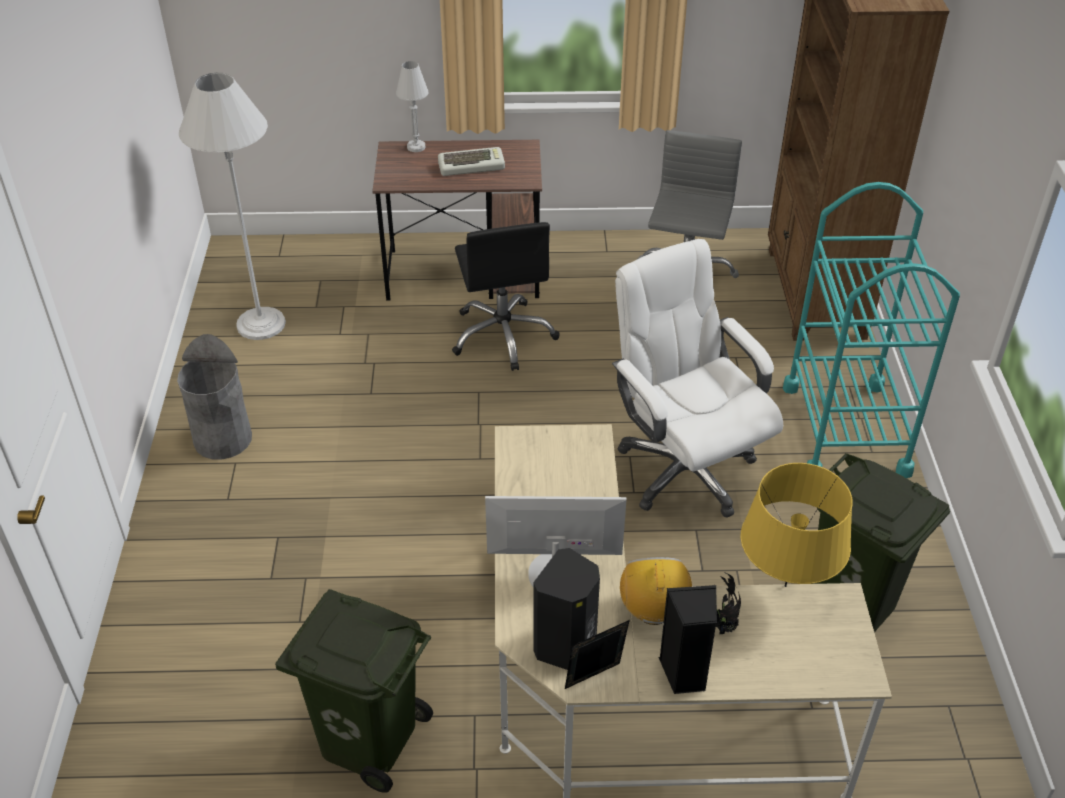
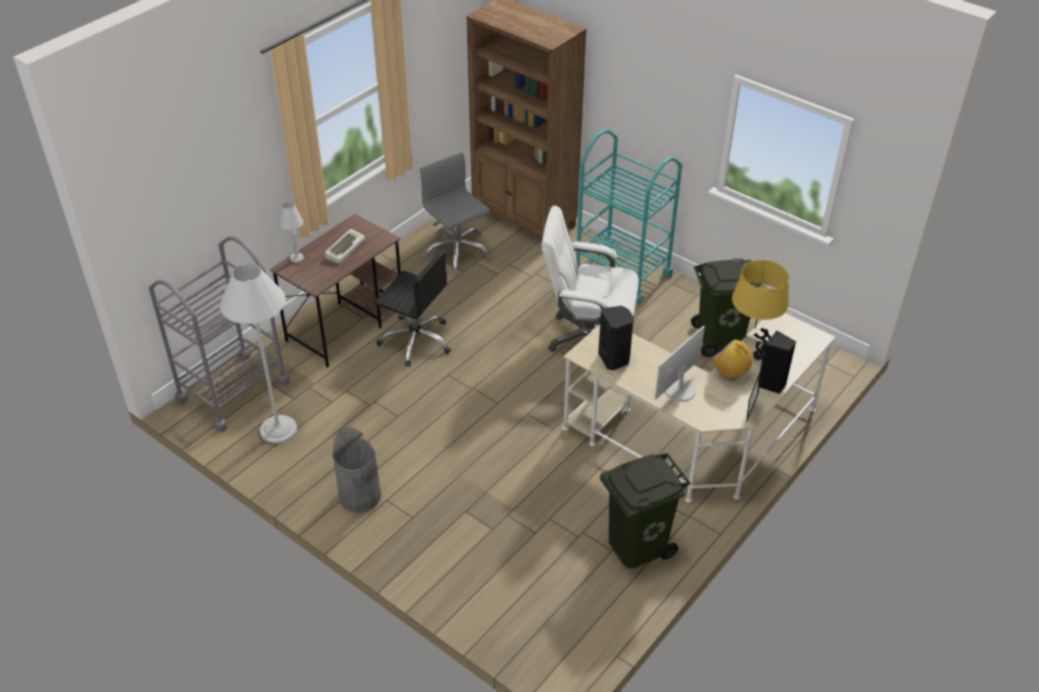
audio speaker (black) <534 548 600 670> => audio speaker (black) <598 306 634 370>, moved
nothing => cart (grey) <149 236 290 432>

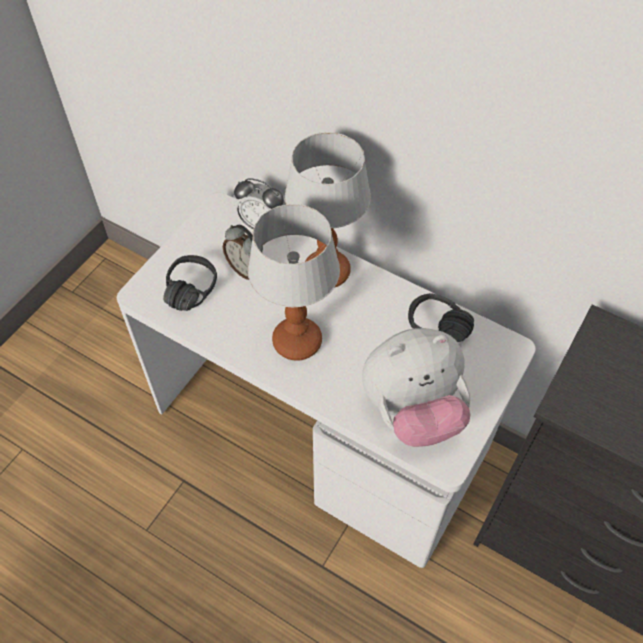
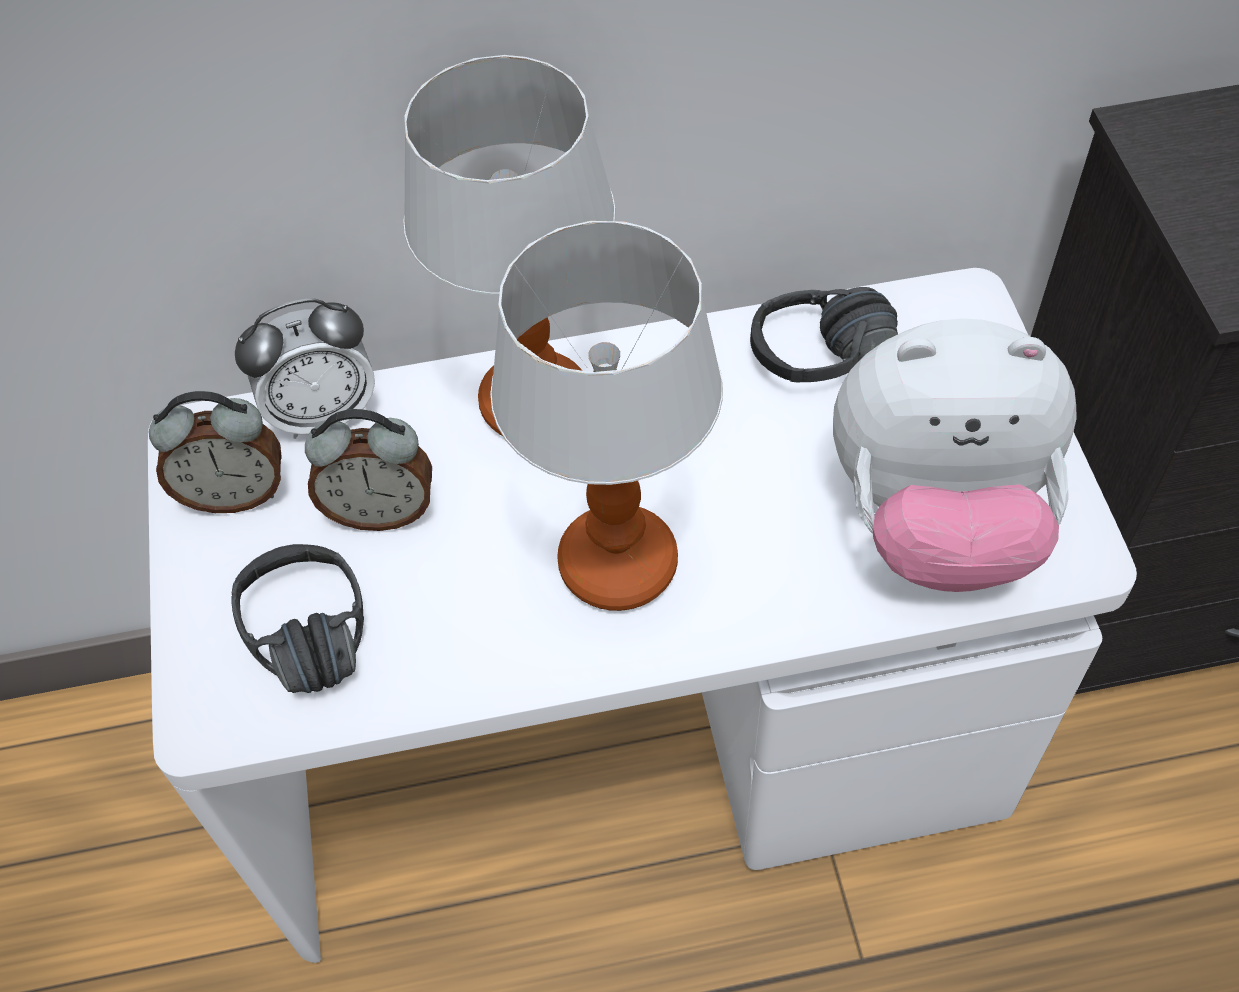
plush toy <362 328 470 447> => plush toy <833 318 1077 592>, 60 degrees clockwise
nothing => table clock <149 391 282 513>

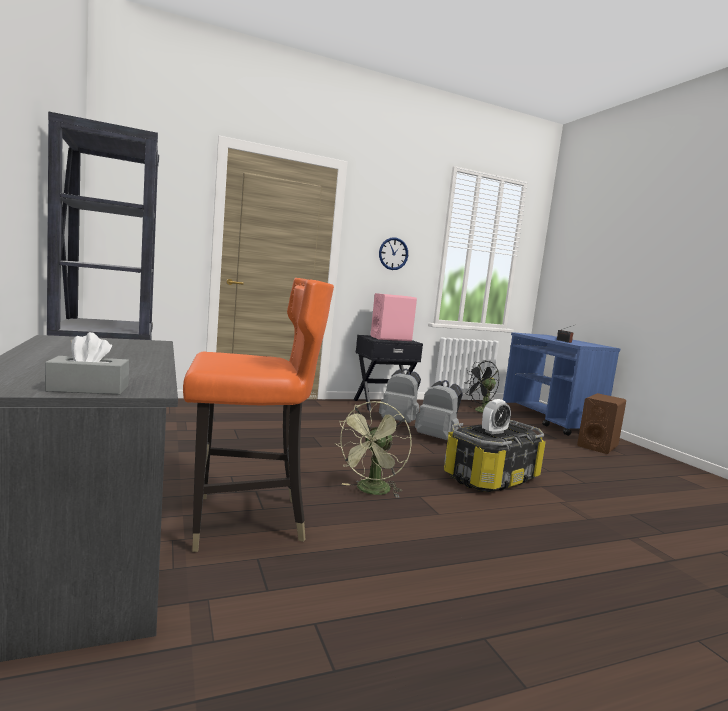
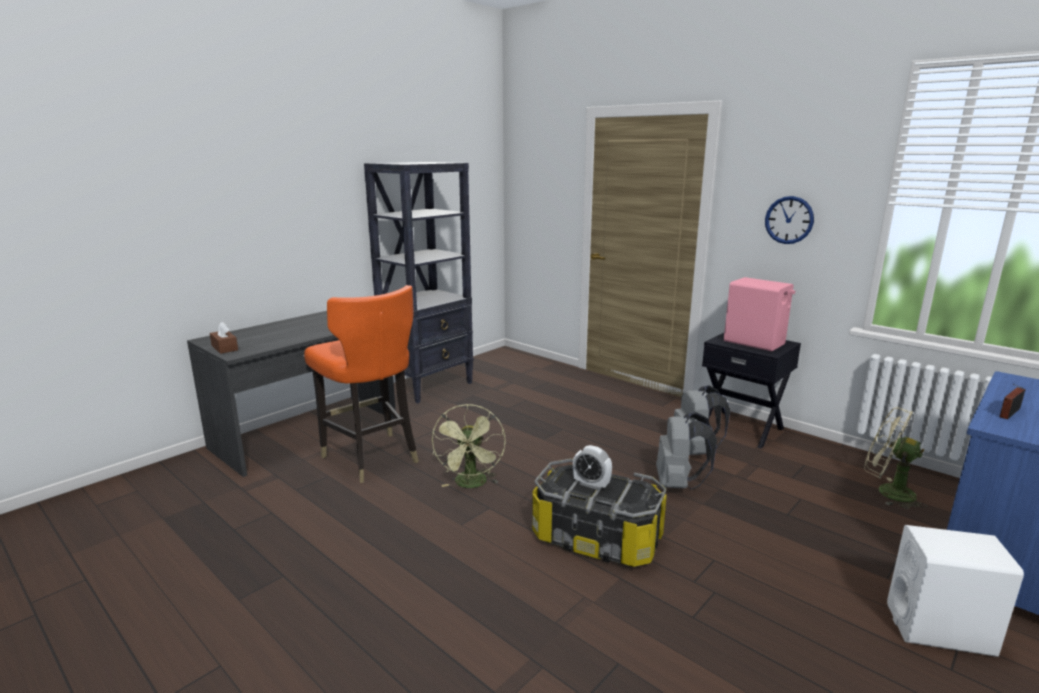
box of tissues (grey) <45 332 129 395> => box of tissues (brown-coloured) <210 322 238 354>
electric fan (black) <464 360 499 413> => electric fan (beige-coloured) <864 407 927 509>
audio speaker (brown-coloured) <577 393 626 454> => audio speaker (whitish) <887 525 1024 657>
electric fan (green) <335 401 412 497> => electric fan (green) <432 404 506 488>, 90 degrees counterclockwise

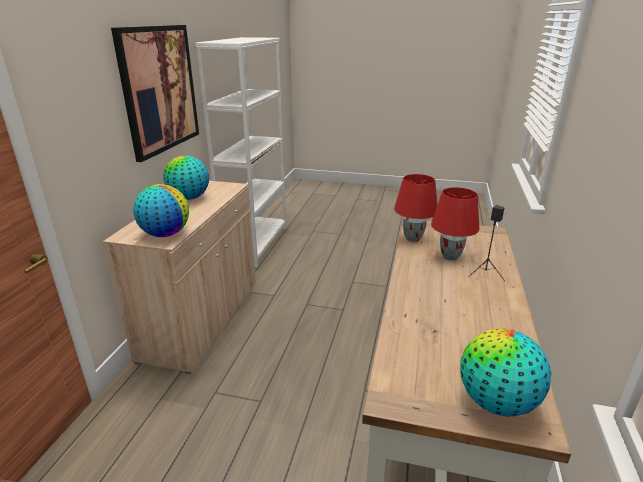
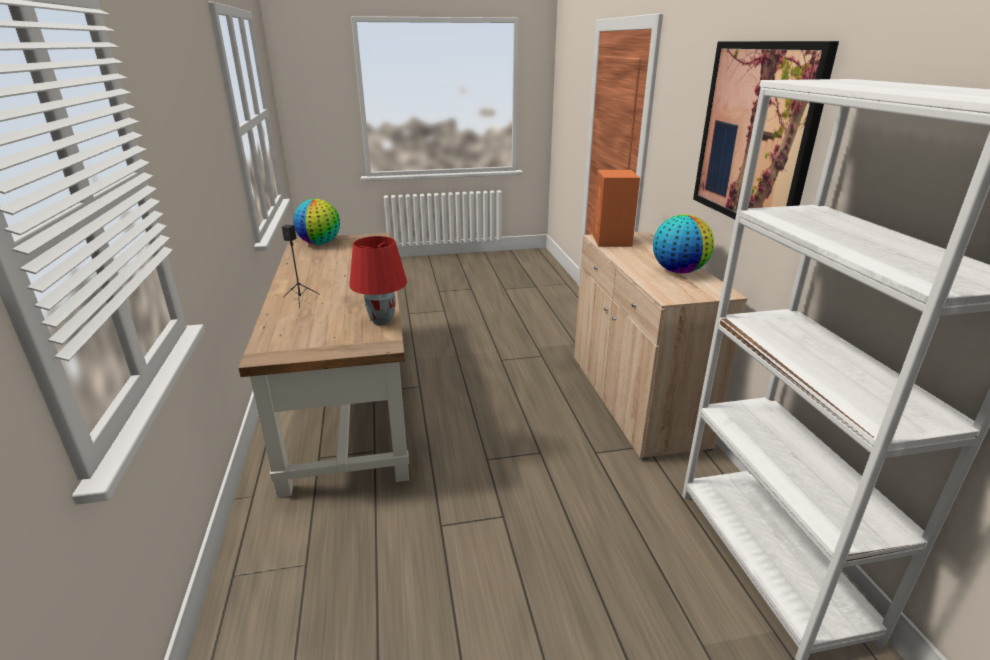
desk globe <133 184 189 237> => audio speaker (orange) <592 170 640 247>
lamp for a table (reddish) <431 187 480 260> => nothing

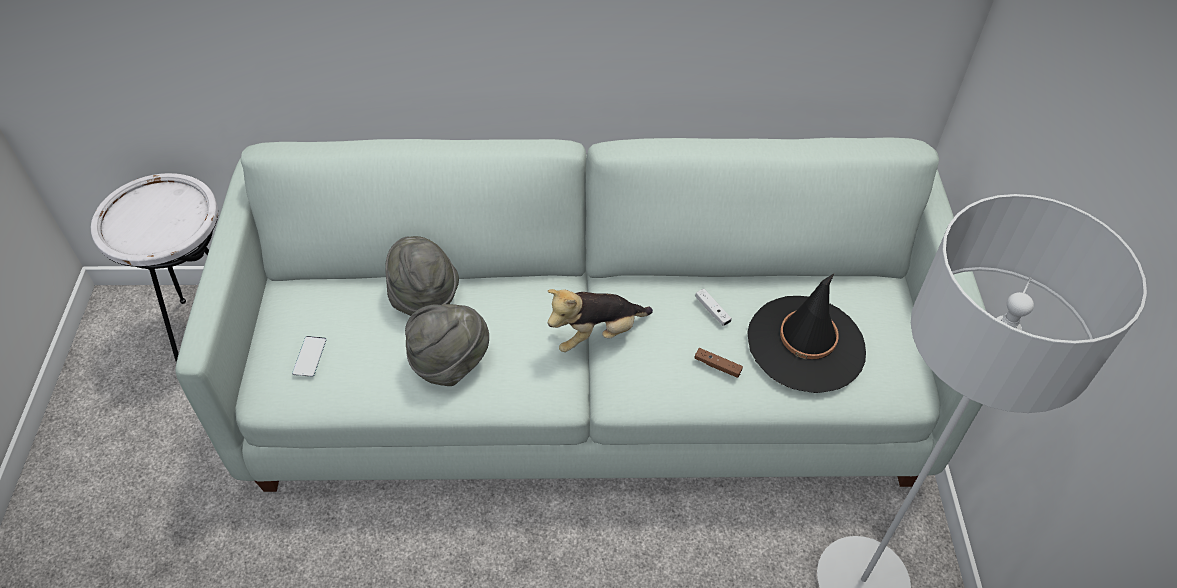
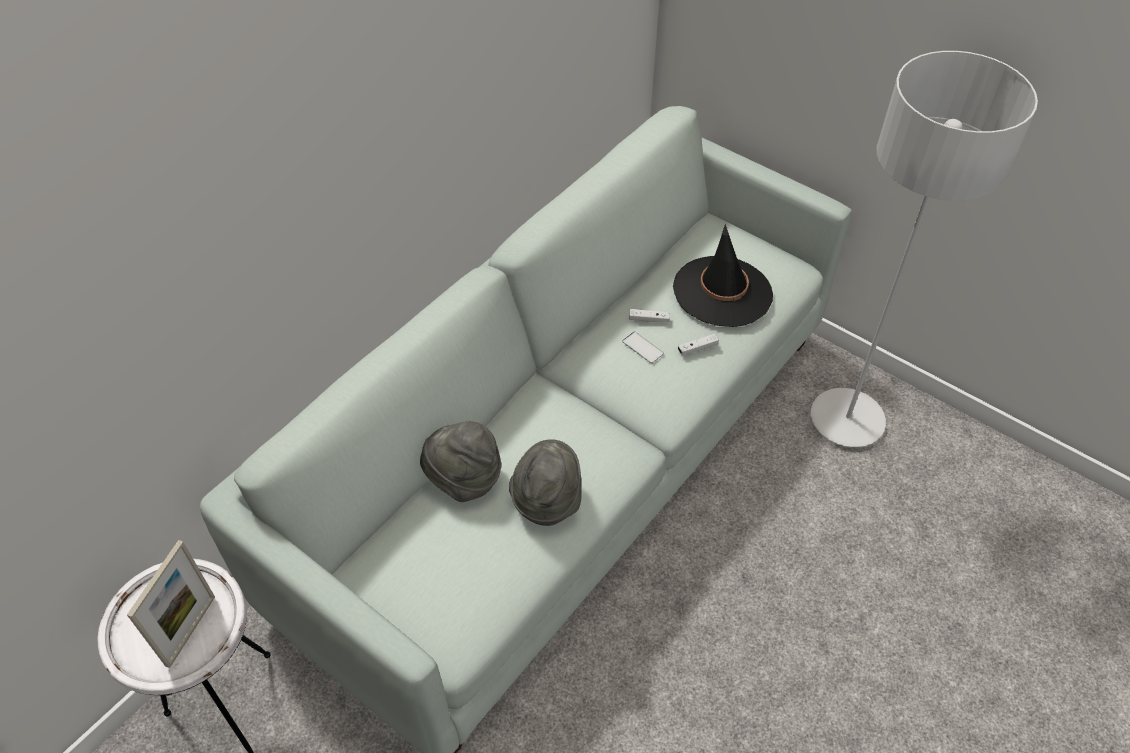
plush toy <548 289 653 352> => nothing
phone <292 336 327 377> => phone <622 331 664 363>, moved
joypad (brown-coloured) <694 348 743 378> => joypad (whitish) <678 334 719 355>
nothing => photo frame <127 540 215 668>

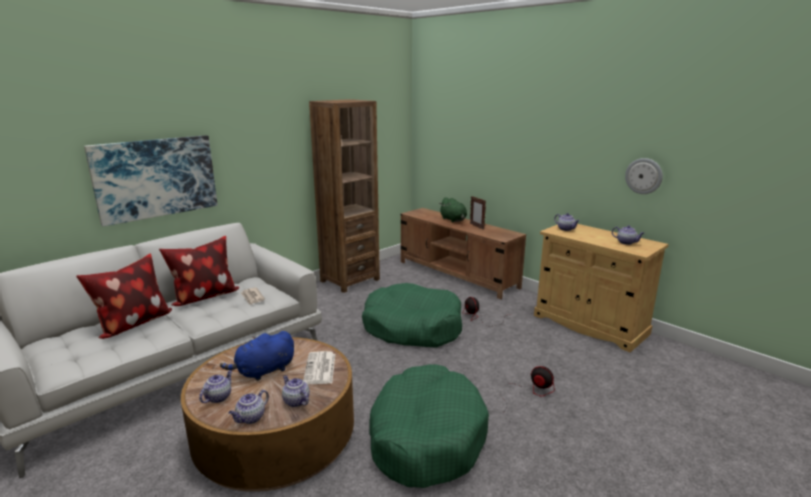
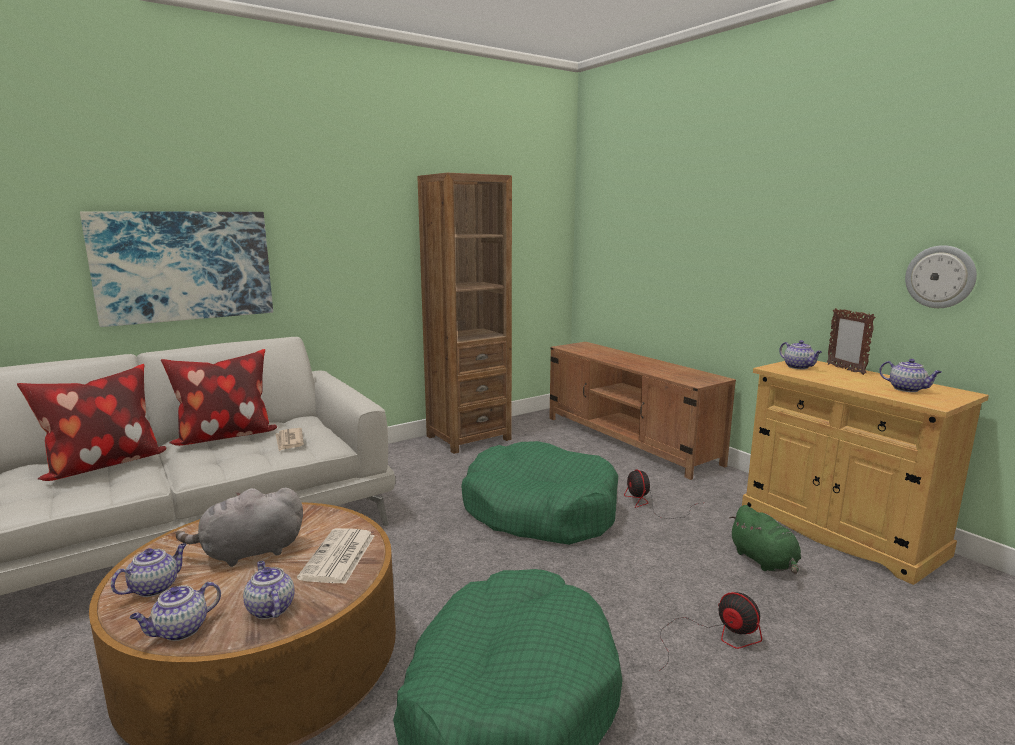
photo frame <470 196 486 230> => photo frame <827 308 875 375>, moved
plush toy (green) <439 197 467 222> => plush toy (green) <729 505 801 574>, moved
plush toy (blue) <220 331 294 381> => plush toy (grey) <176 488 303 567>

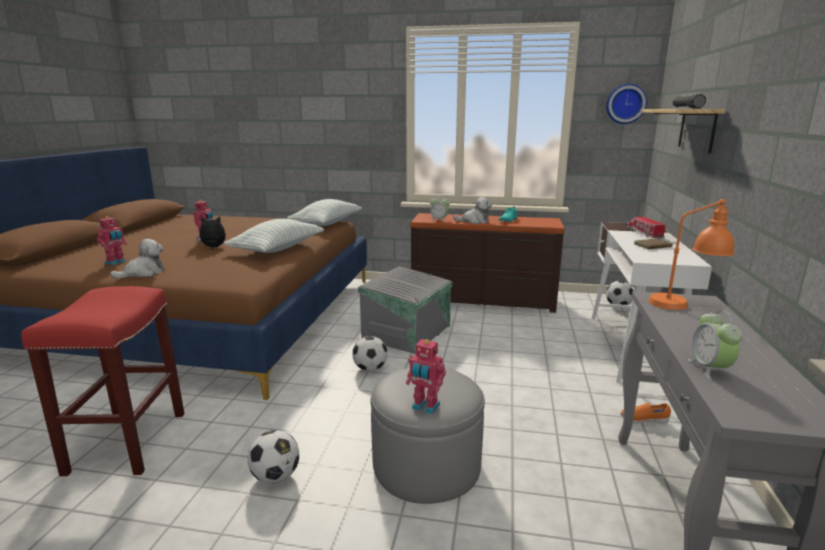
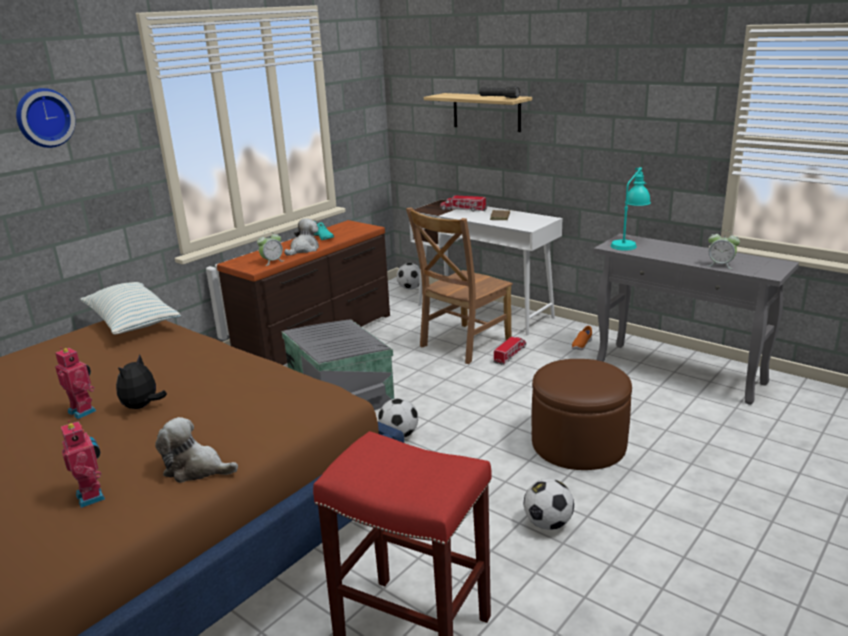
wall clock <606 84 647 124> => wall clock <16 88 76 148>, moved
lamp for a table (orange) <648 199 735 310> => lamp for a table (turquoise) <611 167 651 251>
throw pillow <224 219 324 253> => nothing
plush toy <110 239 164 279> => plush toy <155 417 238 483>, 60 degrees counterclockwise
robot figure <406 339 446 414> => nothing
footrest (grey) <371 368 485 504> => footrest (brown-coloured) <532 359 632 470>
nothing => chair (brown-coloured) <406 207 513 364>
nothing => model truck <494 337 526 365>

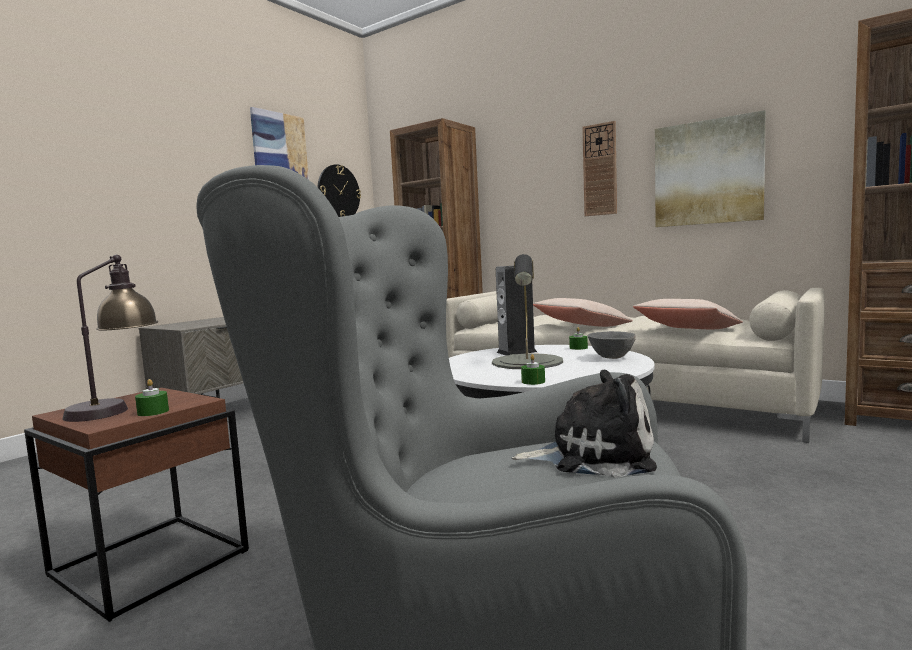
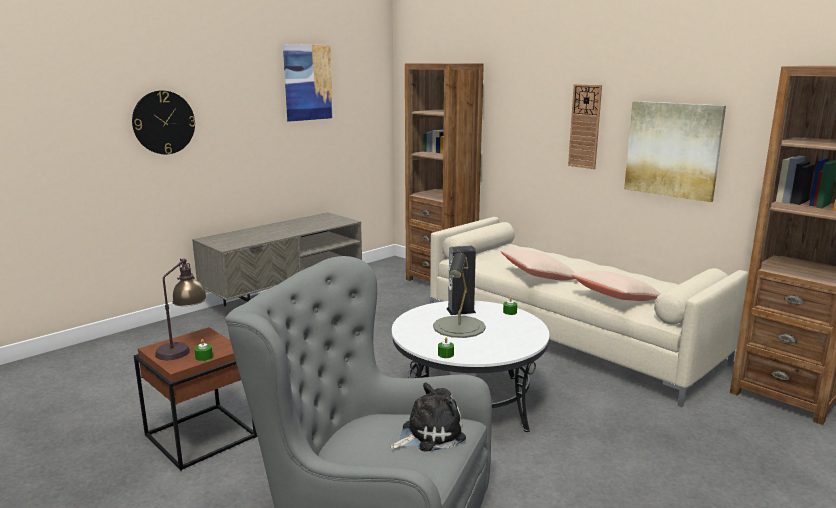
wall clock <318 164 361 217> => wall clock <132 90 196 154>, moved
deep dish (grey) <587 331 636 359> => nothing
plush toy <512 370 657 478> => plush toy <391 382 466 452>, 45 degrees counterclockwise

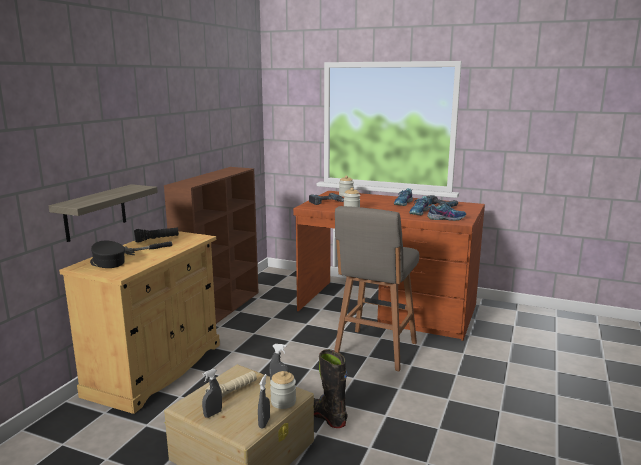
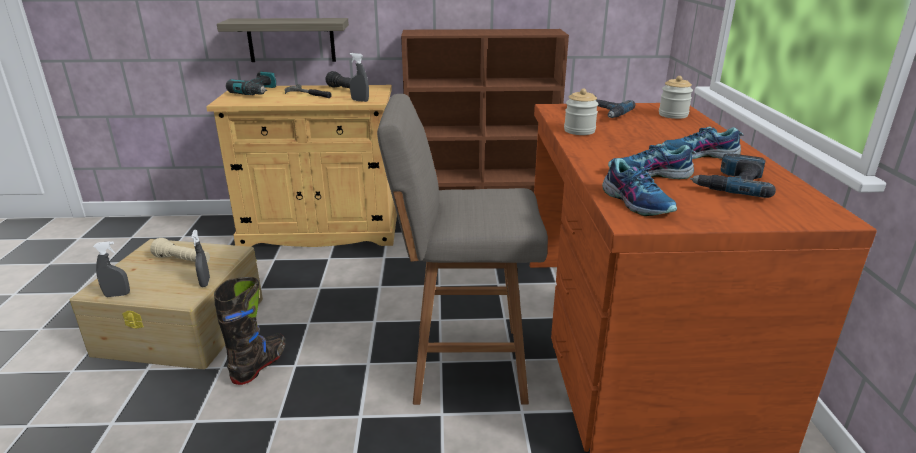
cap (black) <90 241 125 268> => power drill <226 71 276 95>
hand sprayer (grey) <202 369 222 418> => hand sprayer (grey) <349 53 369 102>, moved
jar <270 371 296 409> => nothing

